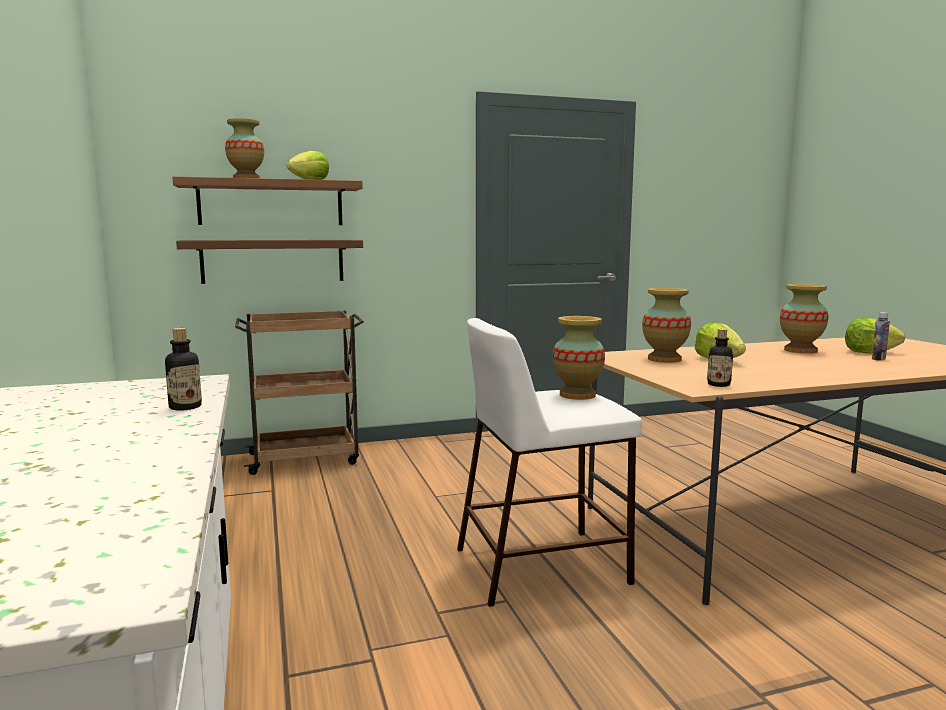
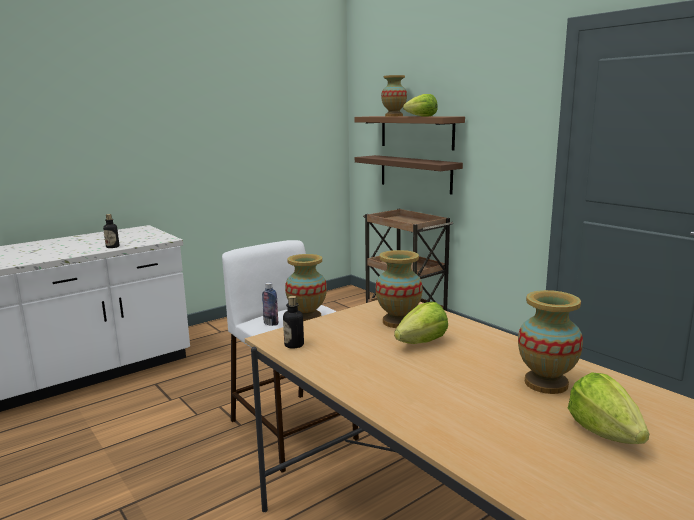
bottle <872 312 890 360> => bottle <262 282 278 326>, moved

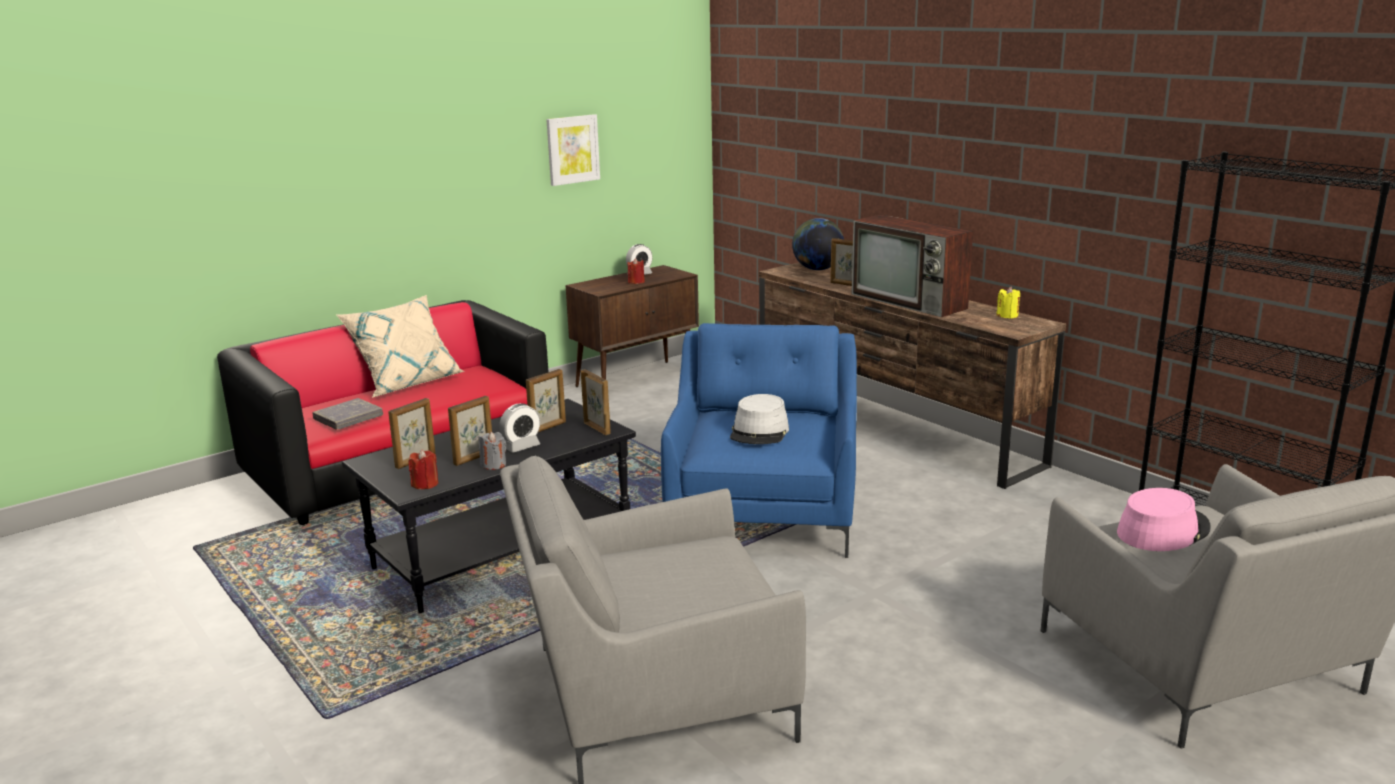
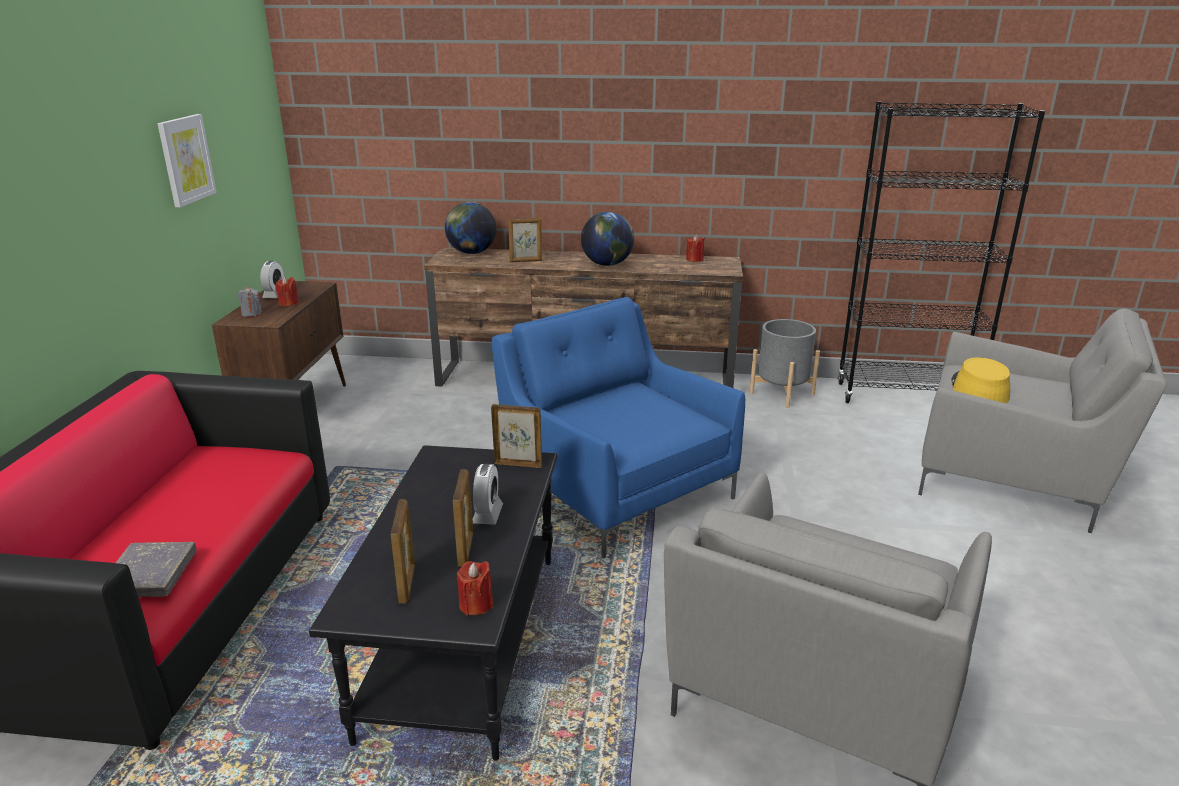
TV <851 215 973 317> => desk globe <581 212 634 266>
wax light (yellowish) <996 287 1020 319> => wax light (reddish) <686 235 705 262>
throw pillow (beige-coloured) <336 295 464 398> => nothing
photo frame <526 369 566 432> => nothing
wearable hat (grey) <730 394 789 444> => nothing
wax light (grey) <478 432 506 470> => wax light (grey) <238 287 262 317>, moved
wearable hat (pink) <1117 488 1211 551> => wearable hat (yellowish) <951 357 1010 403>
nothing => flower pot (grey) <750 319 820 408>

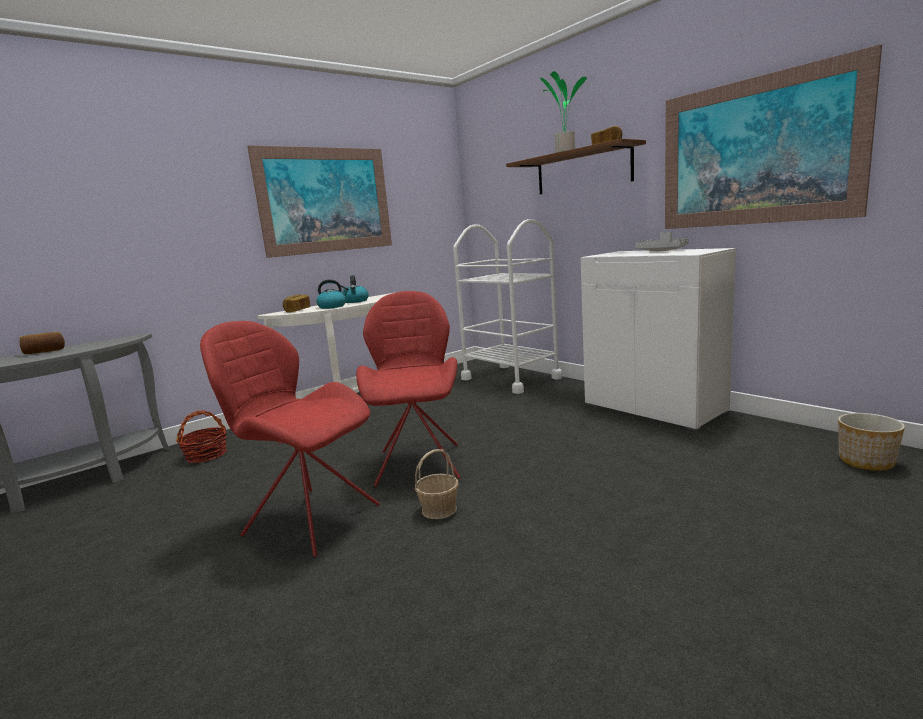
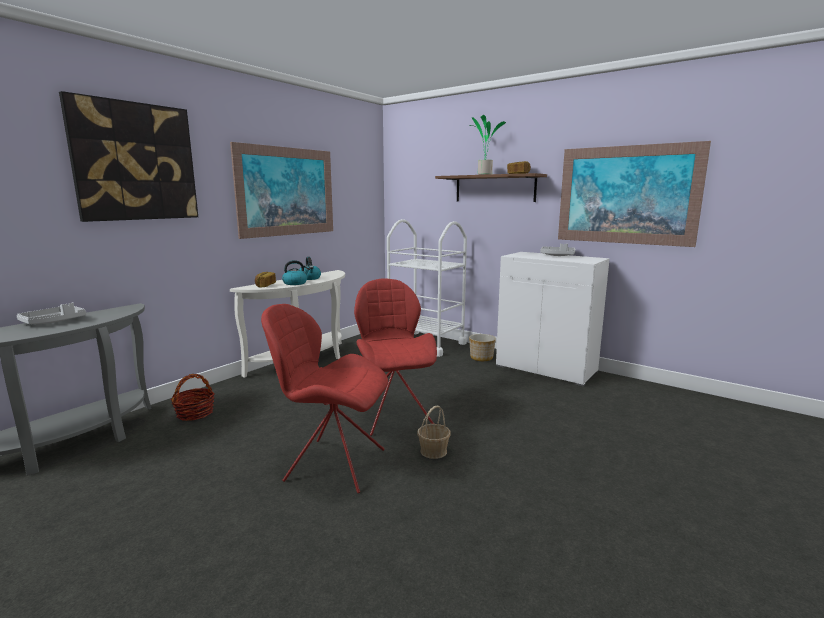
bread <19 332 65 354> => carrying tray (grey) <17 302 86 324>
flower pot <838 413 905 471> => flower pot <469 334 496 361>, moved
nothing => wall picture <59 91 198 222>

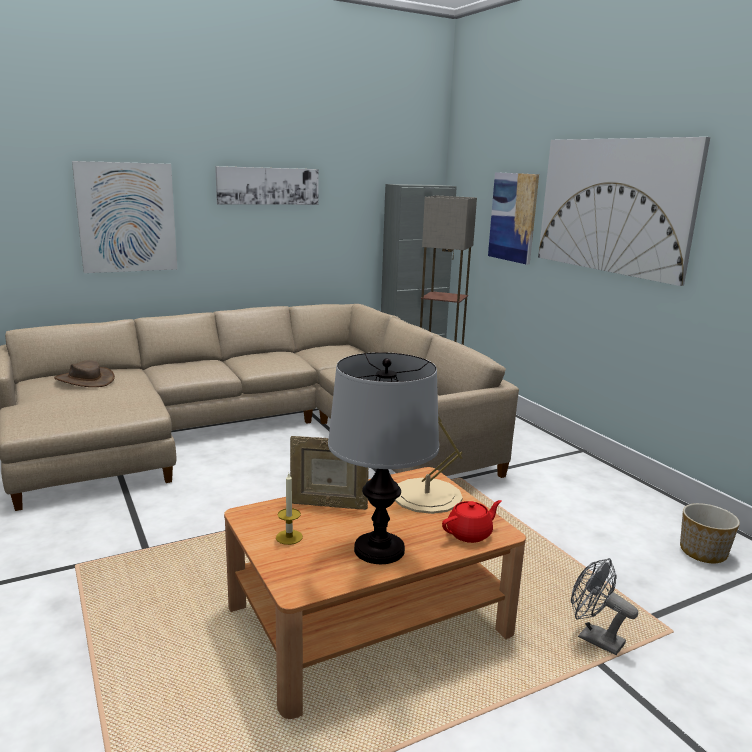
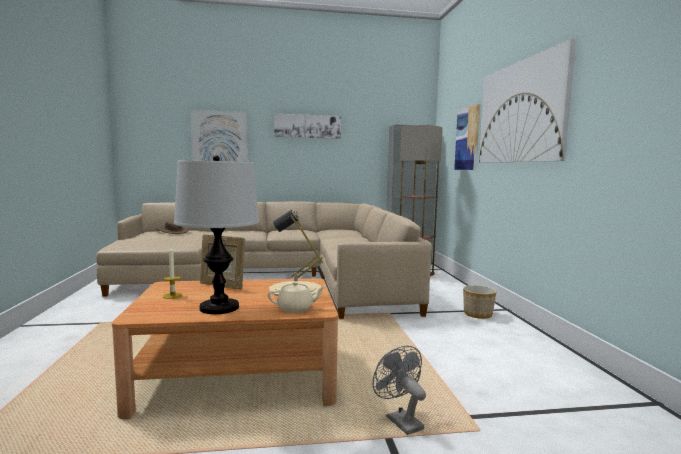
tea pot (reddish) <442 500 501 543> => tea pot (beige-coloured) <268 281 326 313>
flower pot <680 503 740 563> => flower pot <463 285 497 319>, moved

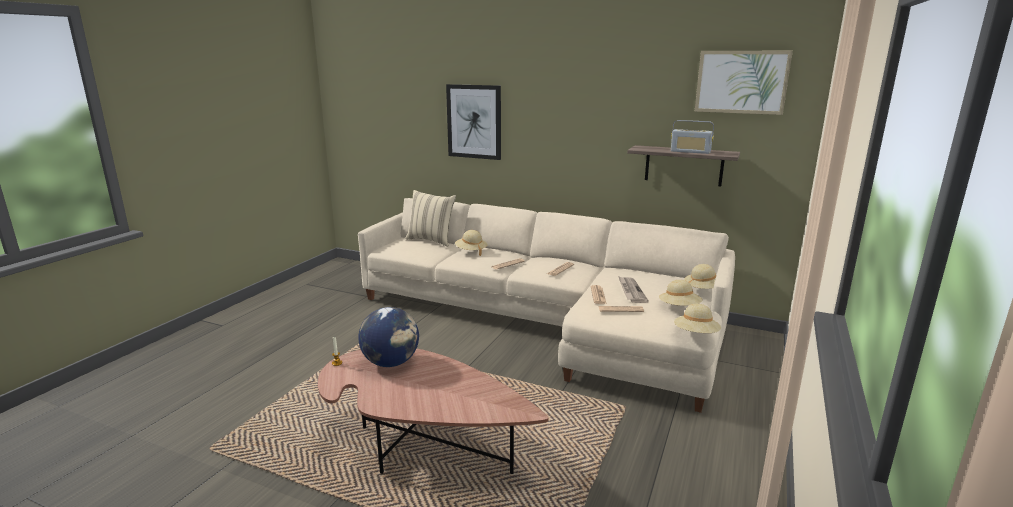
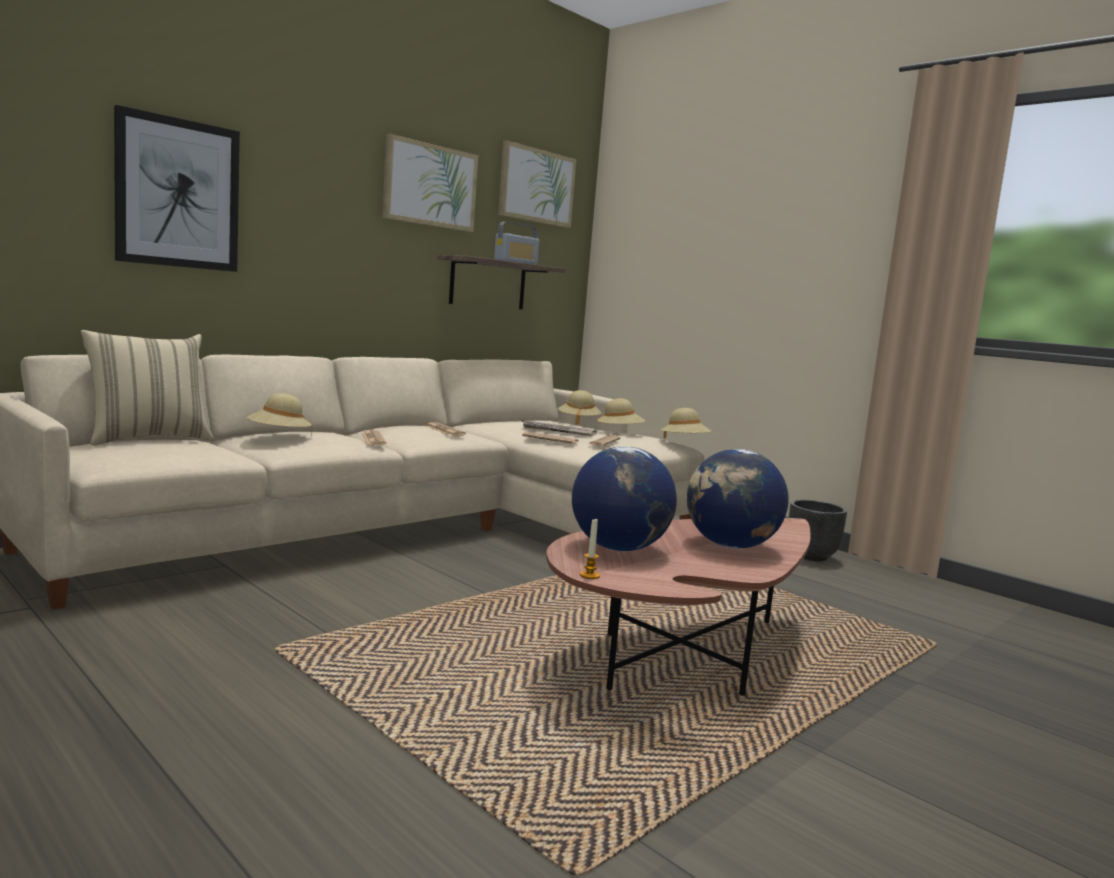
nothing => wall picture <382 134 478 232>
nothing => desk globe <687 449 789 549>
nothing => flower pot (black) <789 500 847 561>

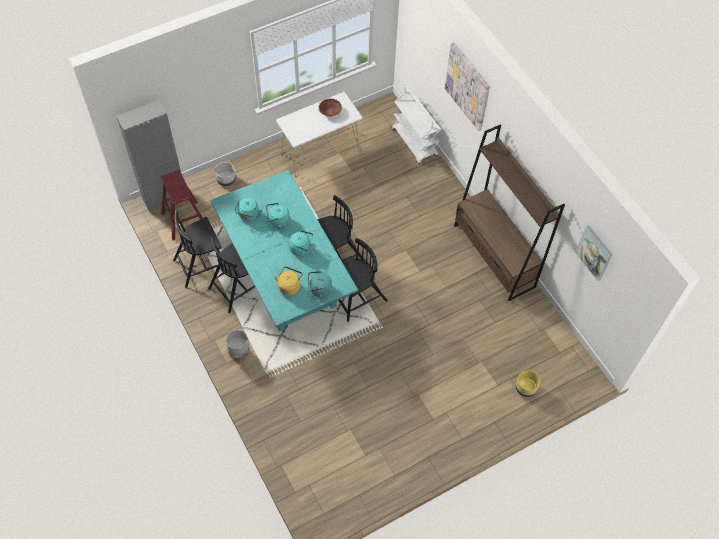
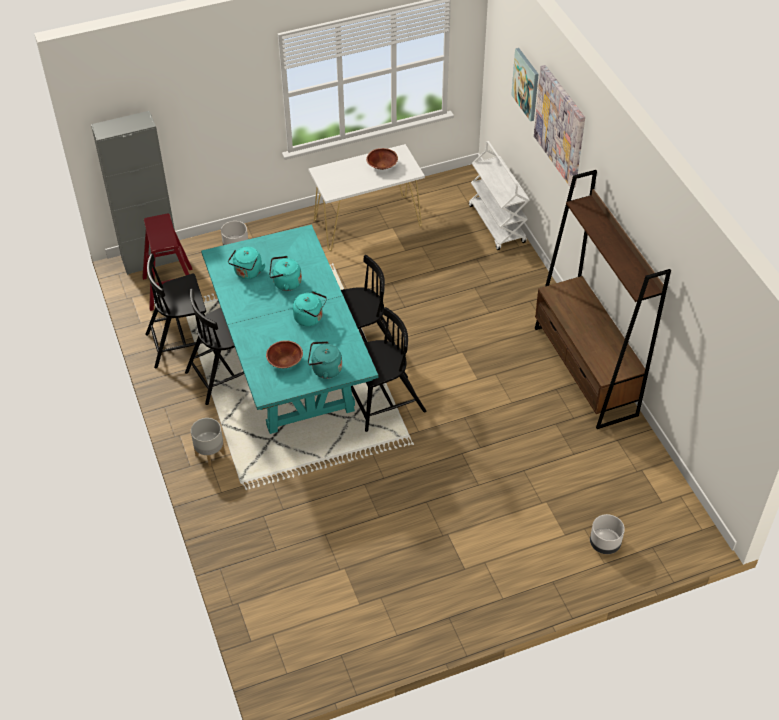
wall picture <576 225 612 281> => wall picture <511 48 539 121>, moved
water kettle (yellowish) <274 266 303 296> => deep dish (brown-coloured) <266 340 303 368>
flower pot (yellowish) <515 370 540 397> => flower pot (grey) <590 514 625 554>

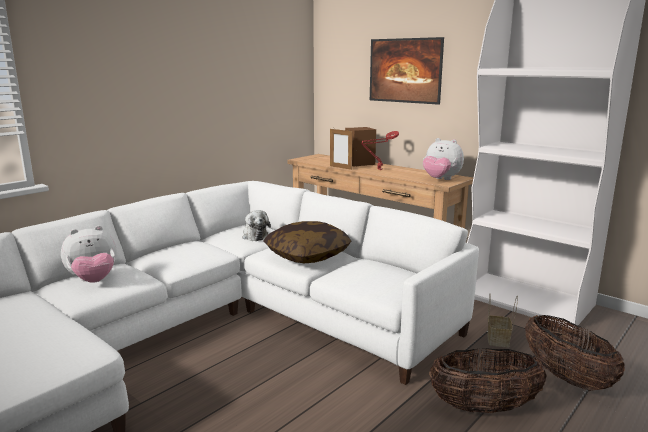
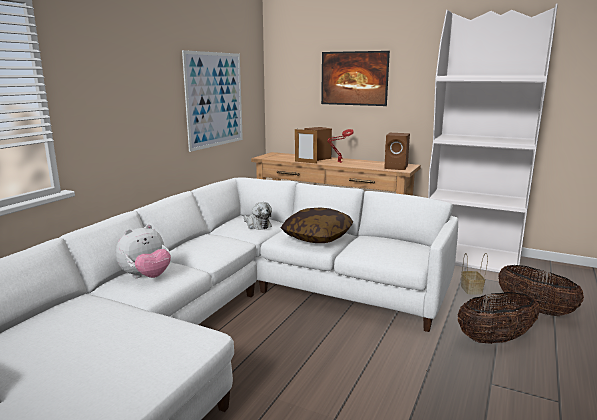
plush toy <423 138 464 180> => audio speaker (brown-coloured) <384 133 410 170>
nothing => wall picture <182 50 243 152>

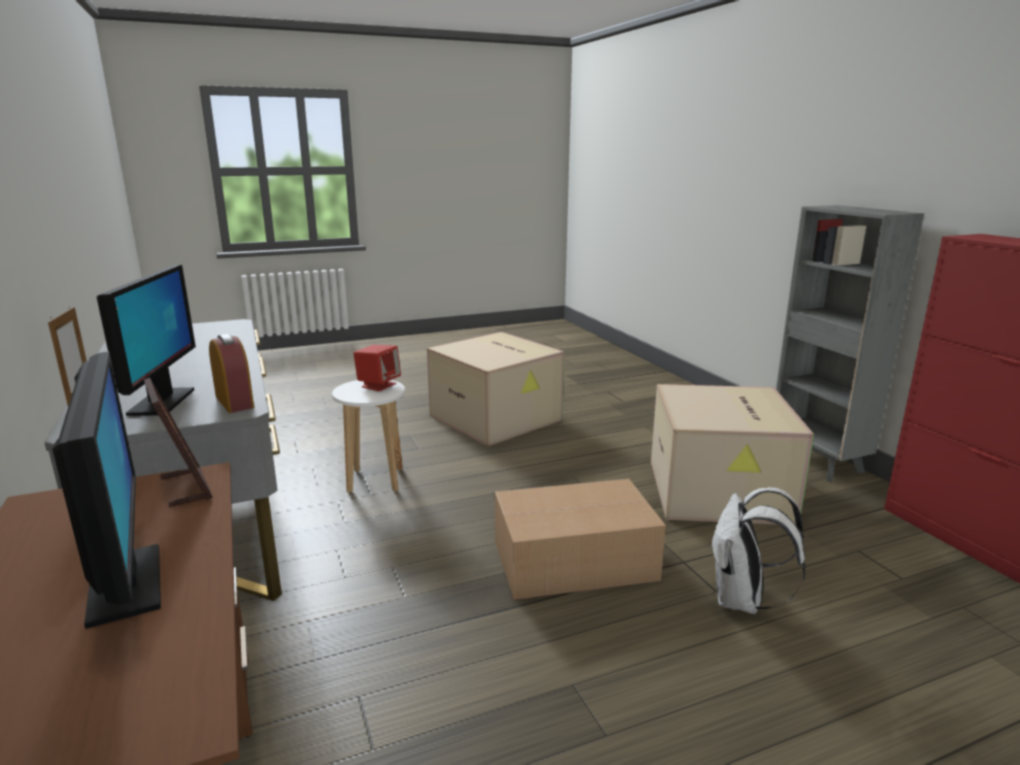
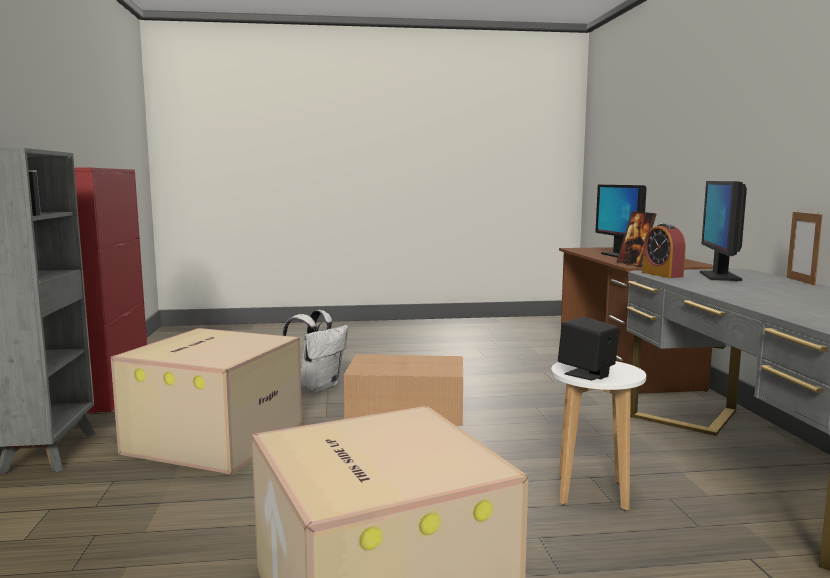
audio speaker (reddish) <353 345 401 391> => audio speaker (black) <558 317 620 380>

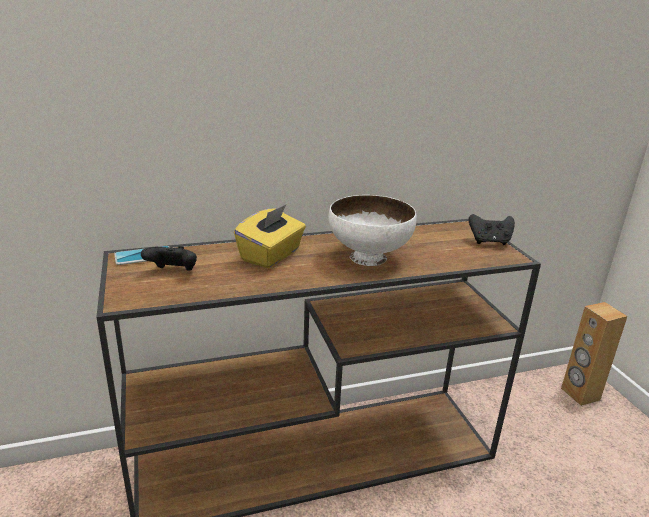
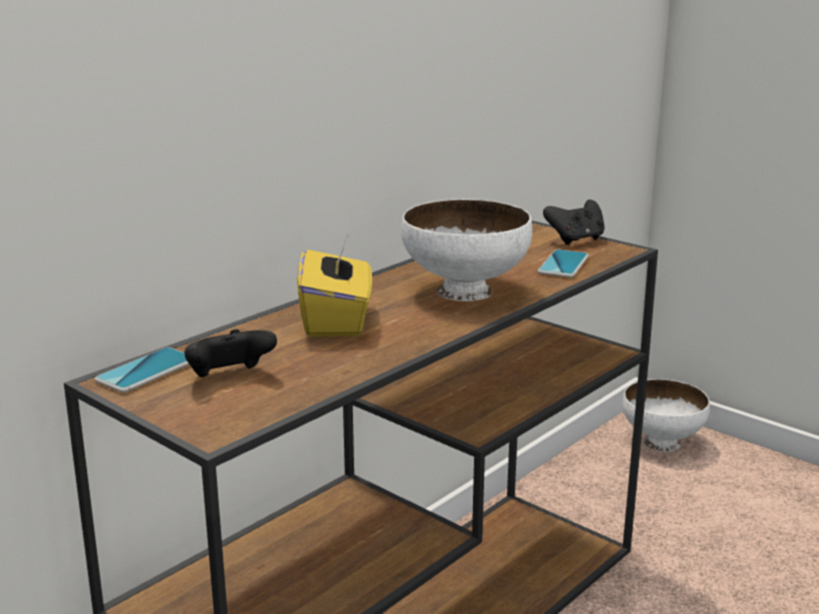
audio speaker (brown-coloured) <561 302 627 406> => deep dish (whitish) <622 379 710 452>
nothing => phone <537 249 589 277>

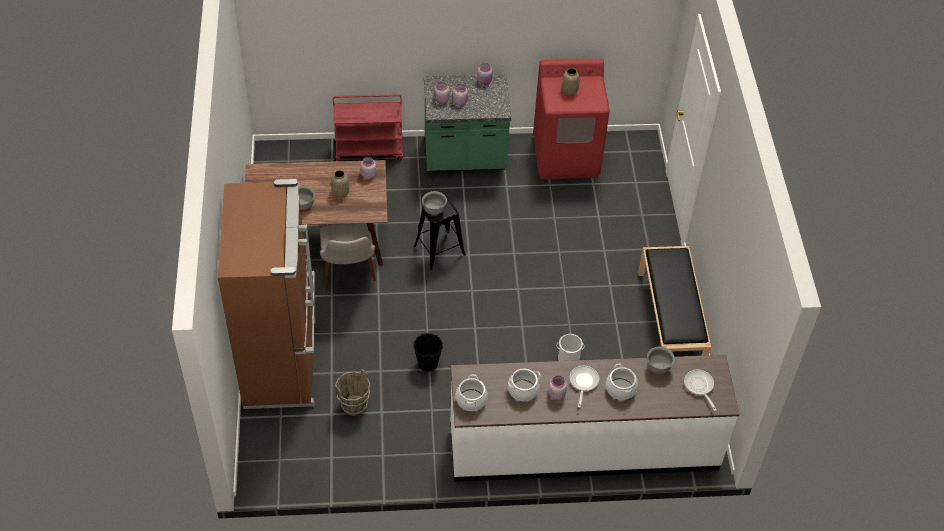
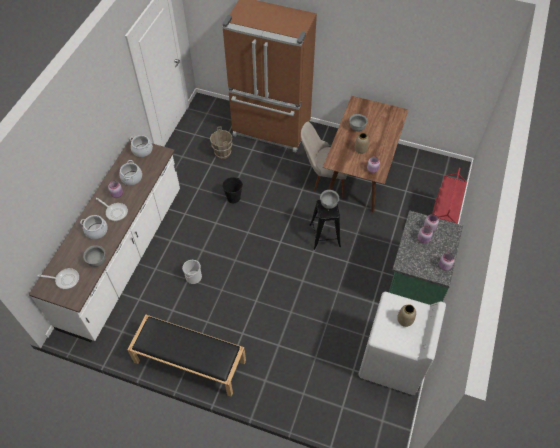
laundry appliance (reddish) <533 59 610 179> => laundry appliance (whitish) <359 292 446 395>

